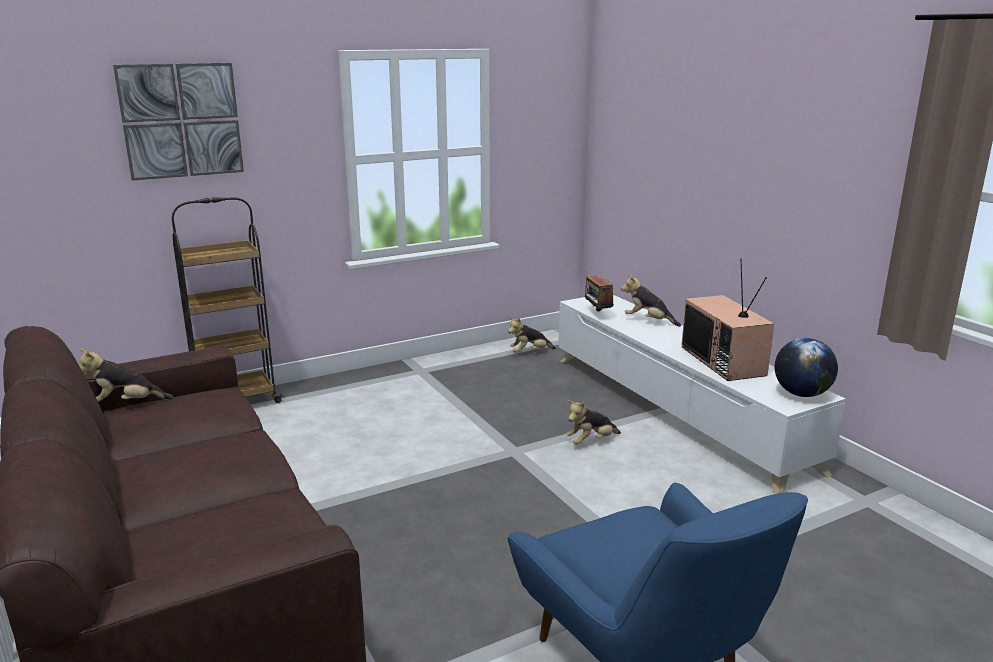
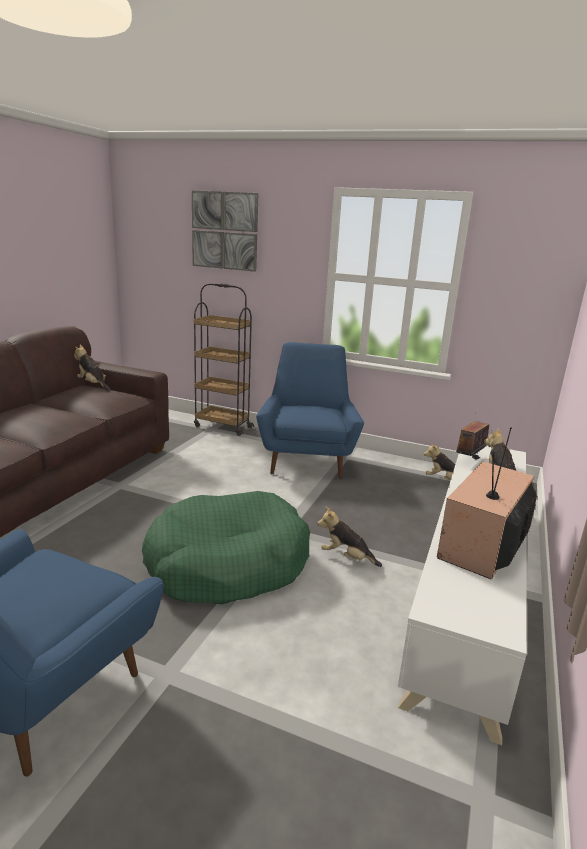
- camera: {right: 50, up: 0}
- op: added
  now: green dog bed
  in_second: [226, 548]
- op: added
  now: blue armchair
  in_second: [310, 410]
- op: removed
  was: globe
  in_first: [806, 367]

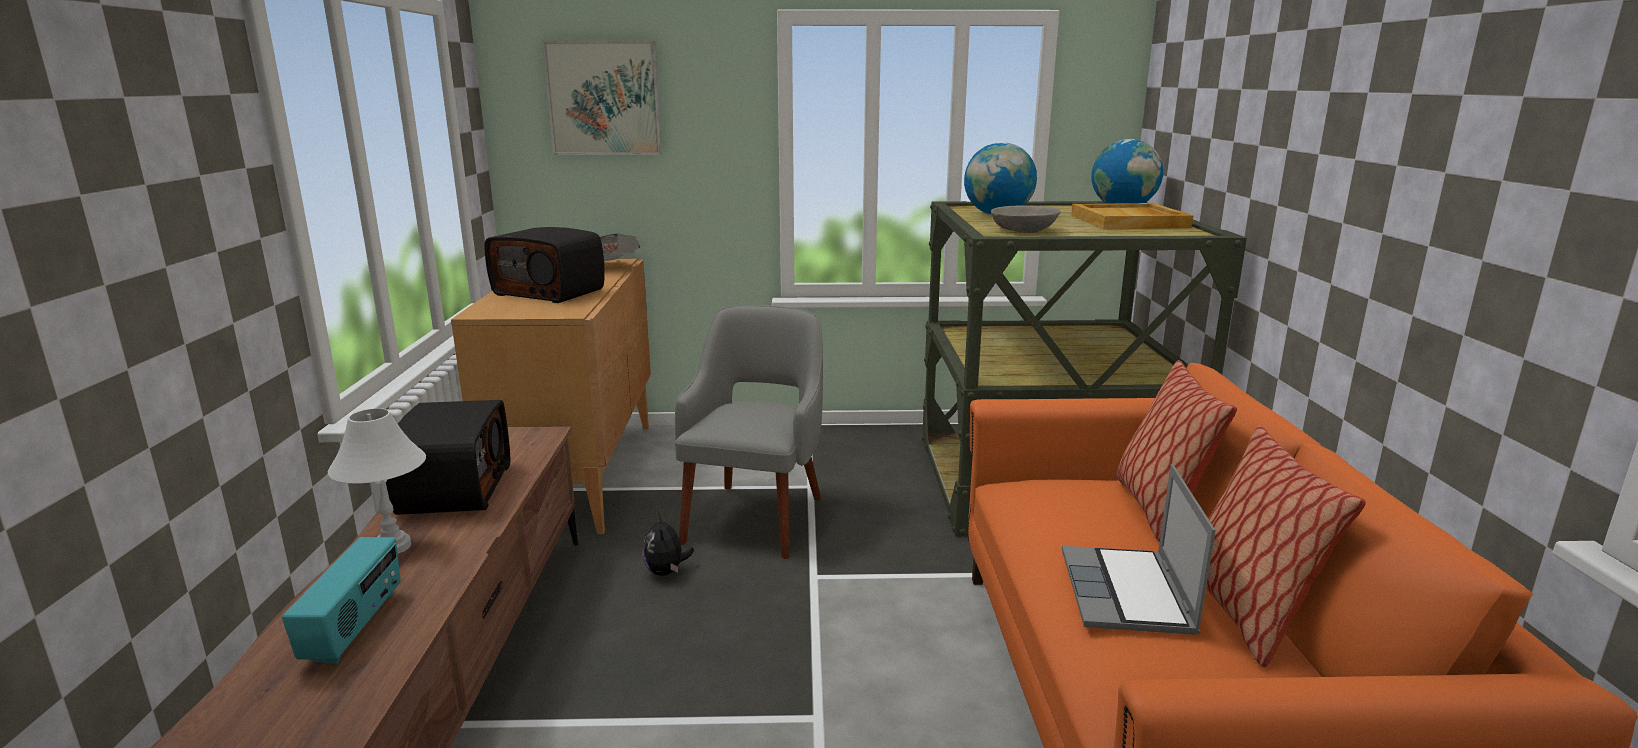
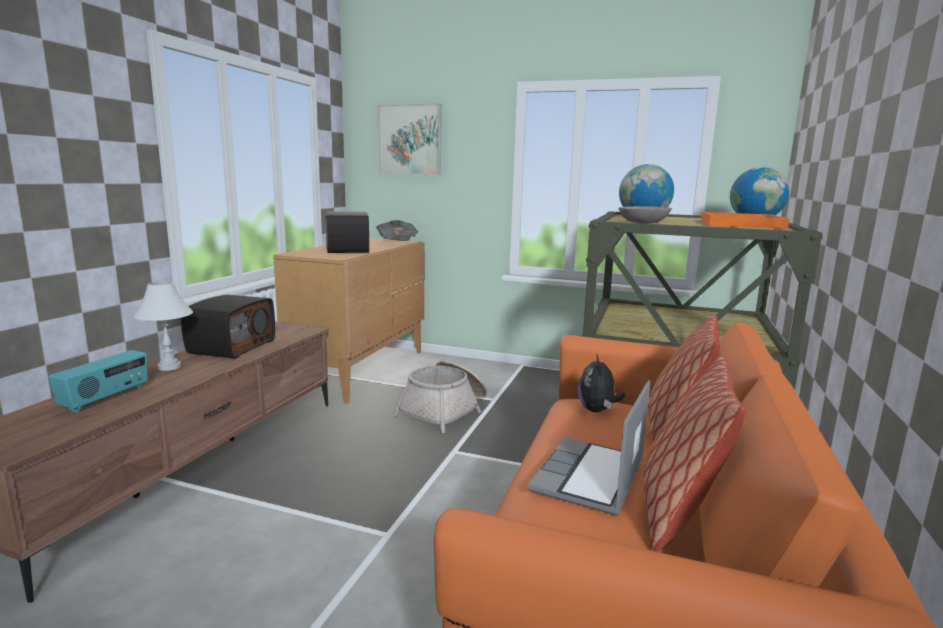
- camera: {right: 20, up: -5}
- op: turned
  was: radio
  in_first: [545, 265]
  in_second: [347, 232]
  clockwise: -150
- op: replaced
  was: grey armchair
  now: basket
  in_first: [749, 432]
  in_second: [440, 397]
- op: moved
  was: plush toy
  in_first: [668, 544]
  in_second: [601, 382]
- op: recoloured
  was: beige tray
  now: orange tray
  in_first: [1132, 216]
  in_second: [745, 220]

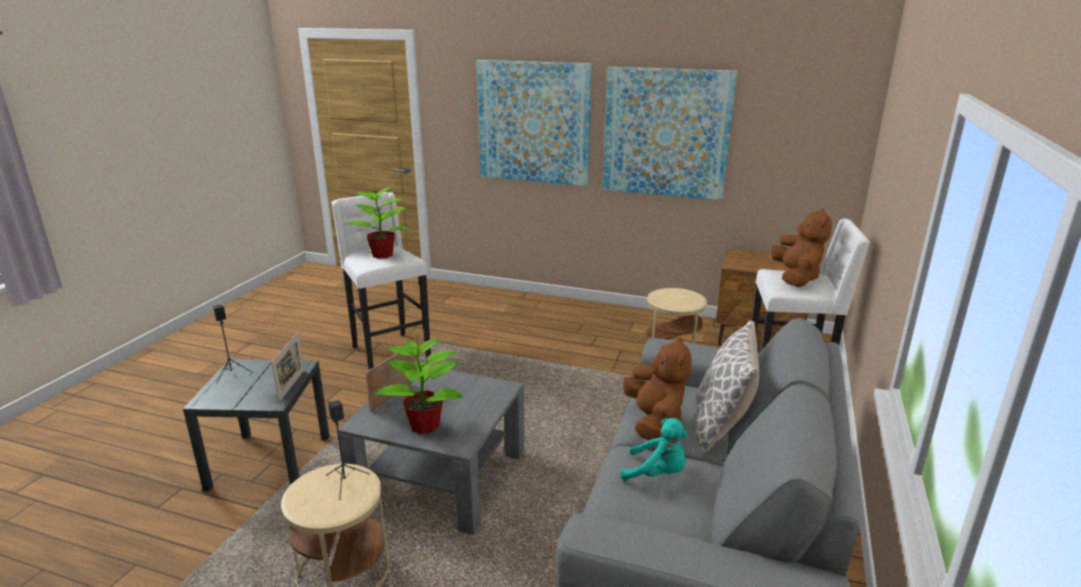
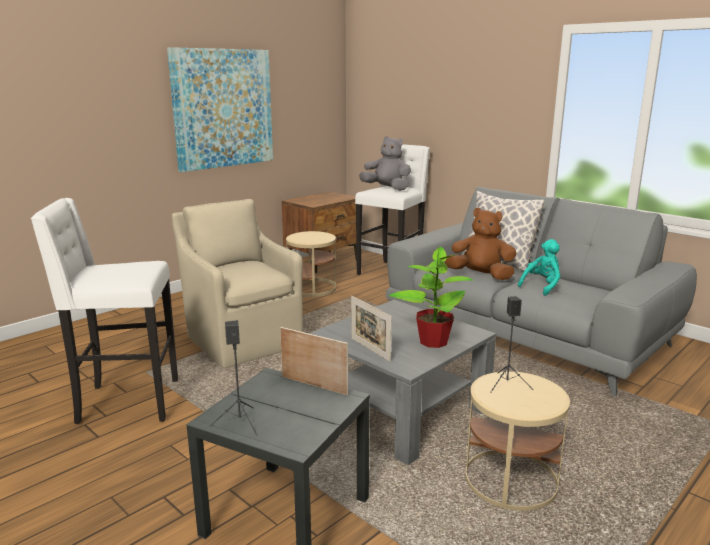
- camera: {right: -65, up: -5}
- op: added
  now: beige armchair
  in_second: [237, 283]
- op: recoloured
  was: brown plush toy
  now: grey plush toy
  in_first: [801, 247]
  in_second: [385, 163]
- op: removed
  was: potted plant
  in_first: [376, 221]
- op: removed
  was: picture
  in_first: [534, 123]

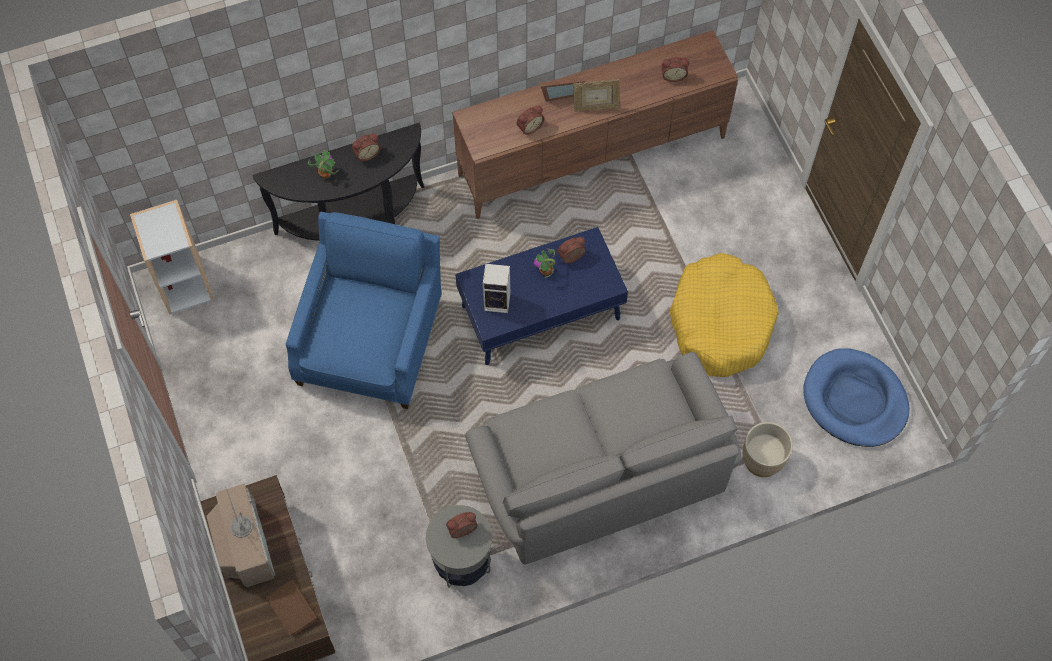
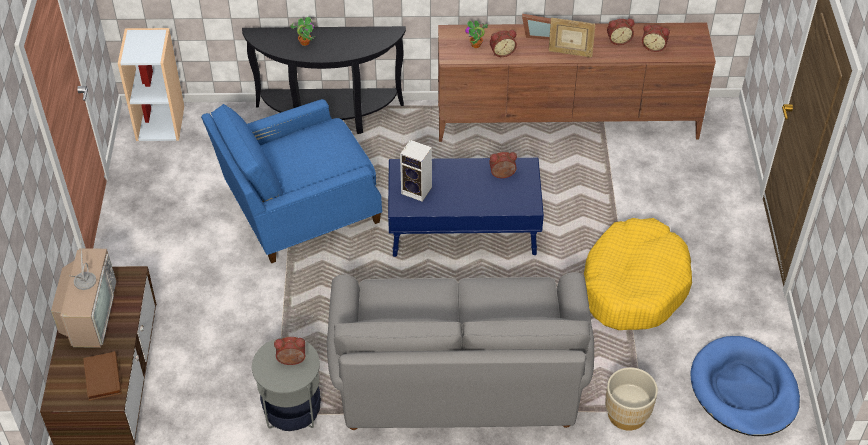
- camera: {right: 20, up: -15}
- op: turned
  was: blue armchair
  in_first: [363, 310]
  in_second: [292, 181]
  clockwise: -150
- op: moved
  was: potted plant
  in_first: [544, 263]
  in_second: [476, 34]
- op: moved
  was: alarm clock
  in_first: [366, 147]
  in_second: [621, 32]

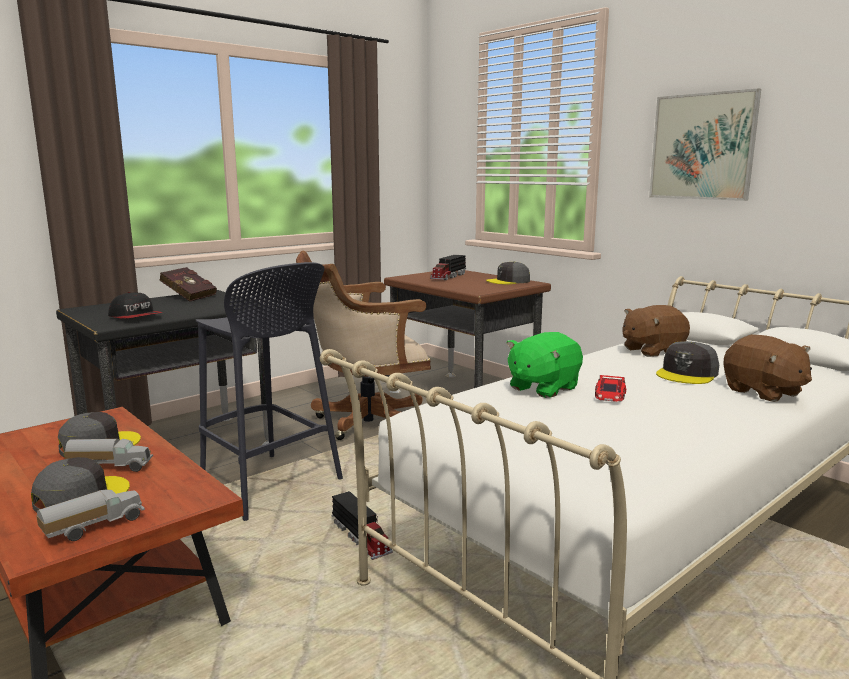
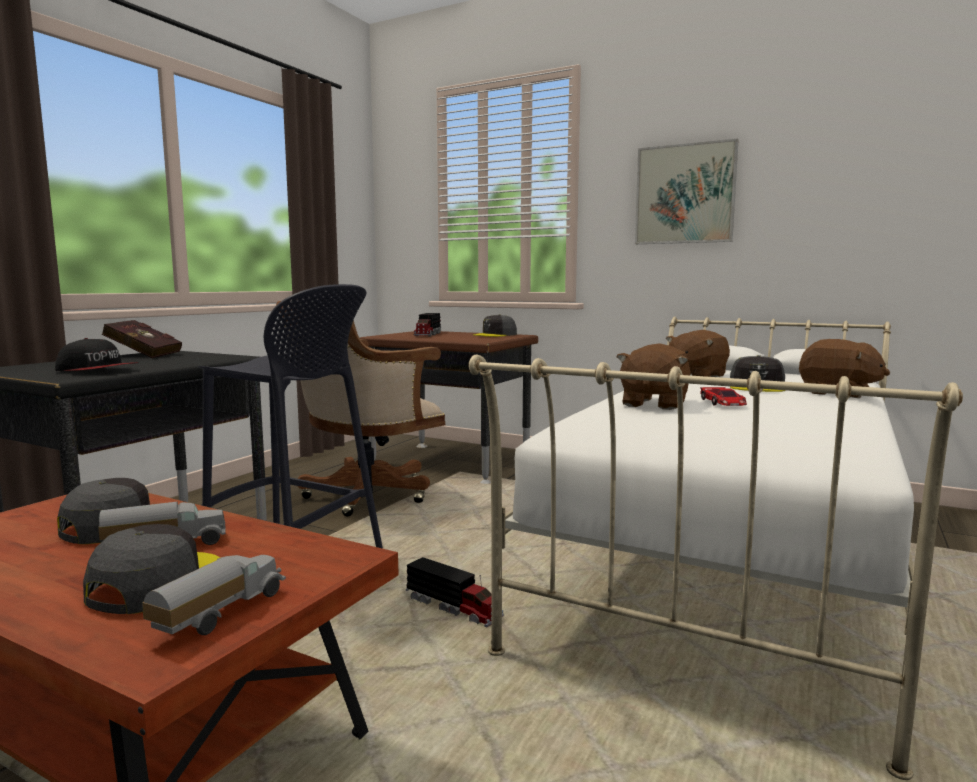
- camera: {right: -20, up: -5}
- op: recoloured
  was: green plush toy
  now: brown plush toy
  in_first: [545, 365]
  in_second: [653, 376]

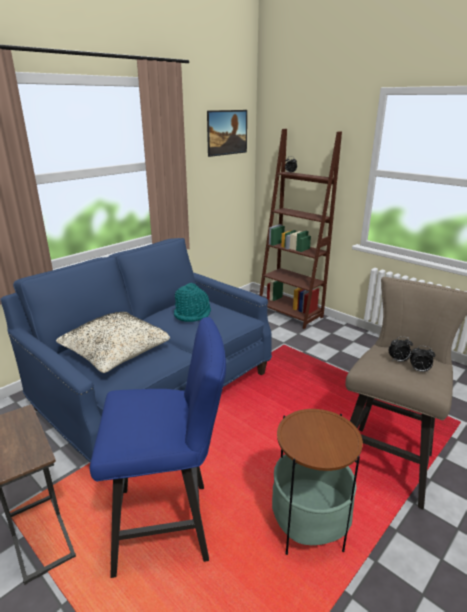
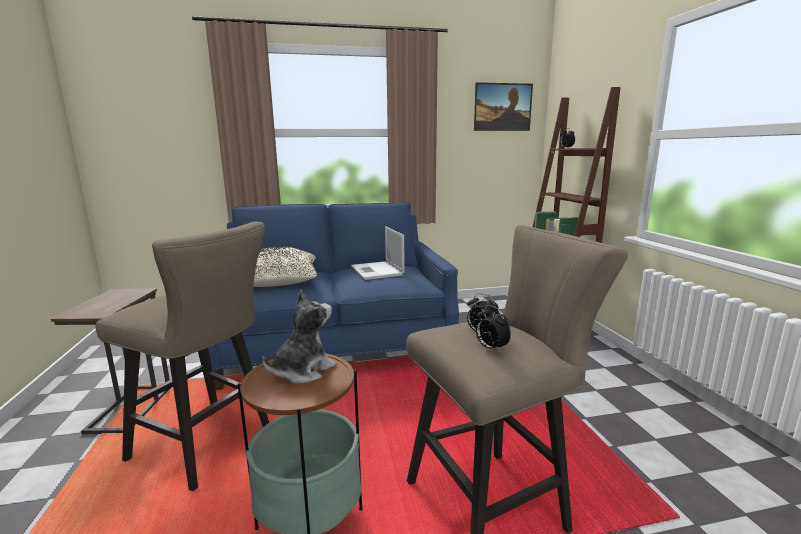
- camera: {right: 35, up: -10}
- op: recoloured
  was: blue stool
  now: beige stool
  in_first: [158, 447]
  in_second: [182, 356]
- op: added
  now: plush toy
  in_second: [299, 336]
- op: replaced
  was: turquoise hat
  now: laptop
  in_first: [192, 302]
  in_second: [378, 253]

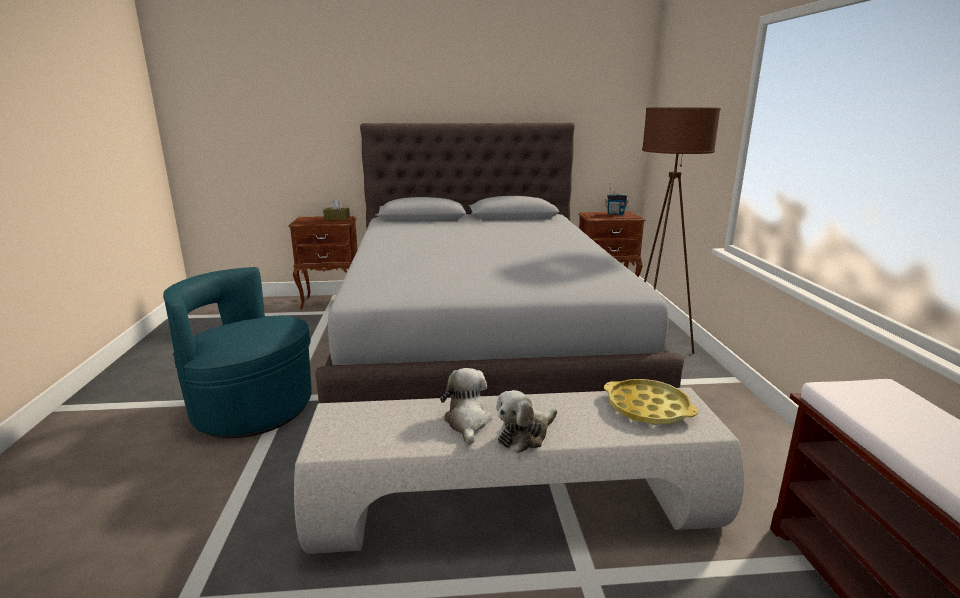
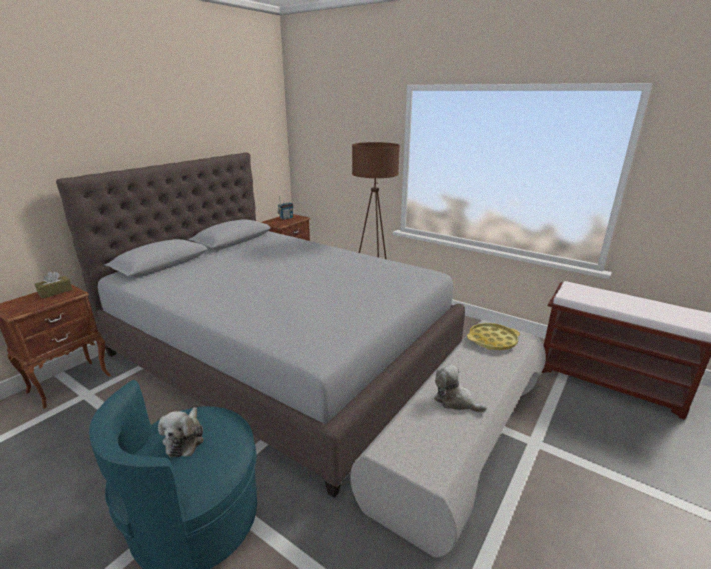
- camera: {right: -50, up: 5}
- op: moved
  was: plush toy
  in_first: [526, 421]
  in_second: [181, 432]

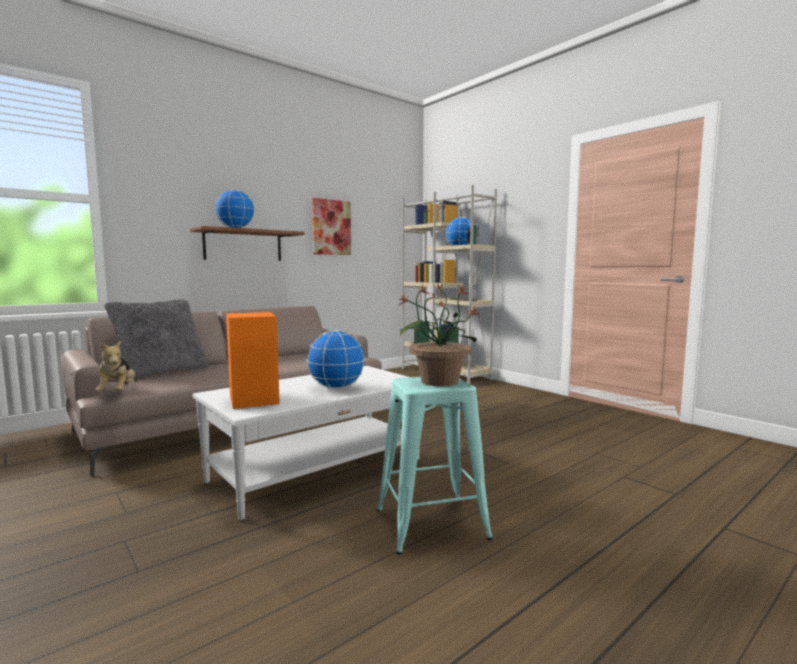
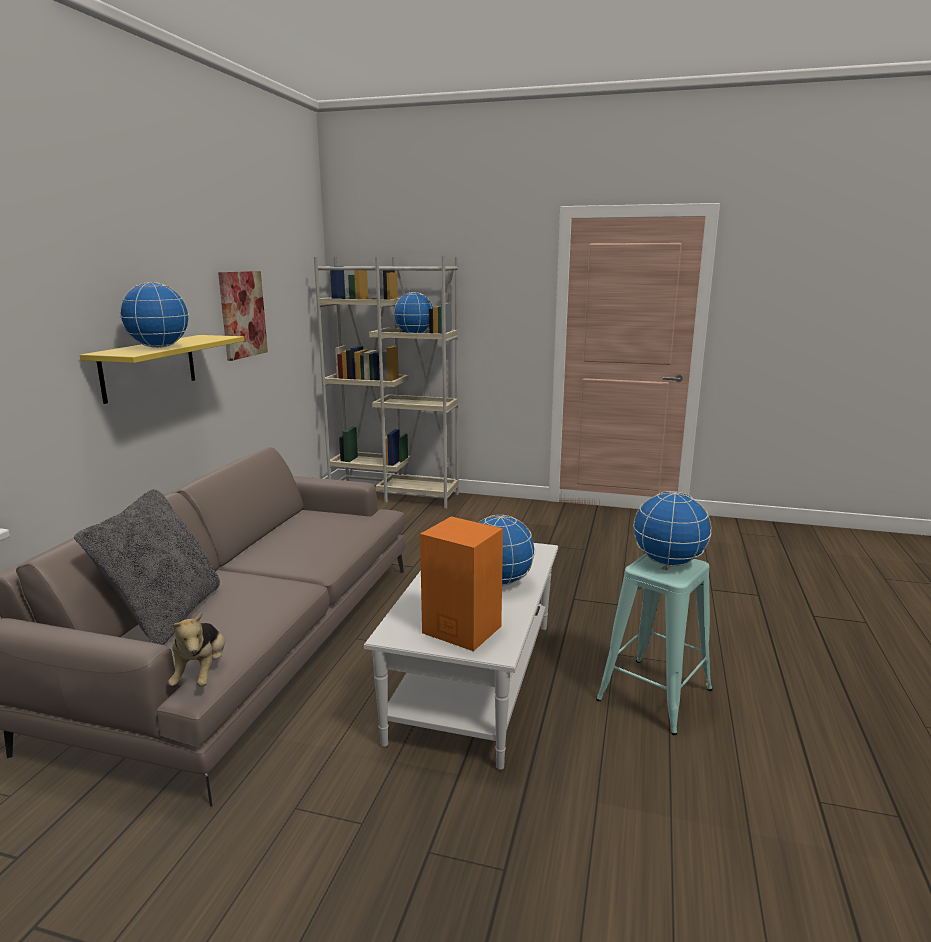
- camera: {right: -35, up: 10}
- op: recoloured
  was: brown shelf
  now: yellow shelf
  in_first: [247, 243]
  in_second: [162, 369]
- op: turned
  was: plush toy
  in_first: [115, 366]
  in_second: [196, 649]
  clockwise: 45
- op: replaced
  was: potted plant
  now: globe
  in_first: [439, 334]
  in_second: [672, 528]

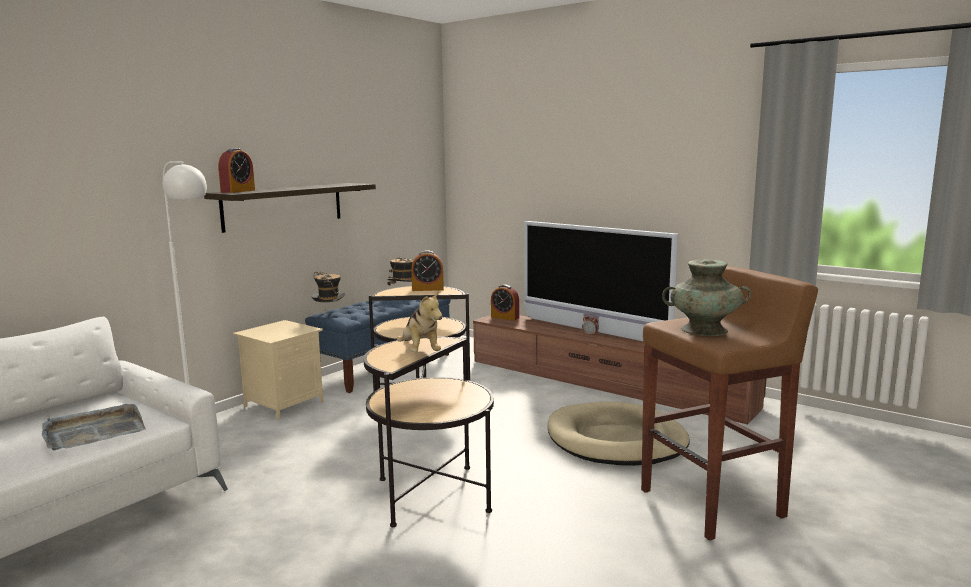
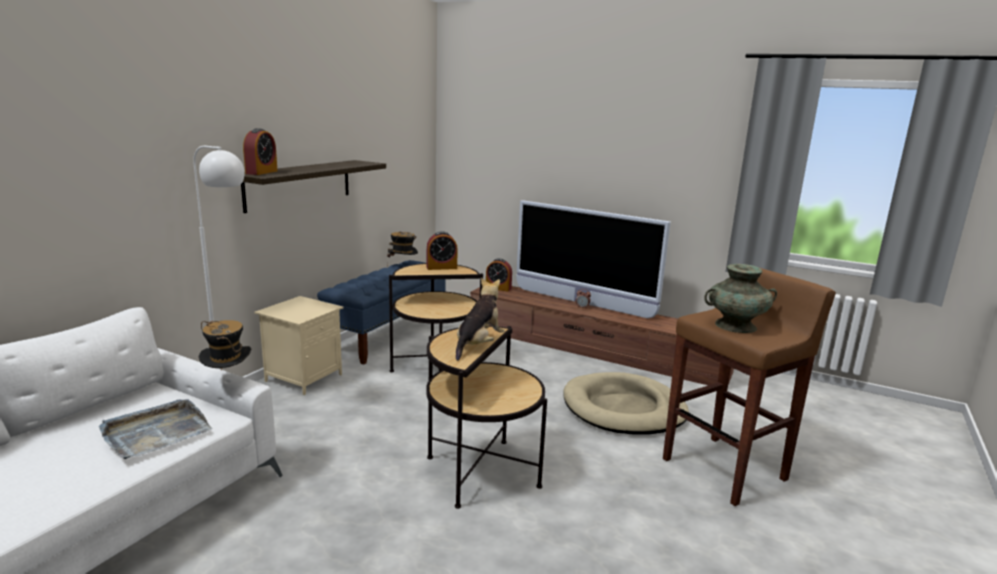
- camera: {right: -10, up: 5}
- op: moved
  was: hat
  in_first: [329, 292]
  in_second: [224, 345]
- op: turned
  was: plush toy
  in_first: [419, 321]
  in_second: [480, 319]
  clockwise: -120

